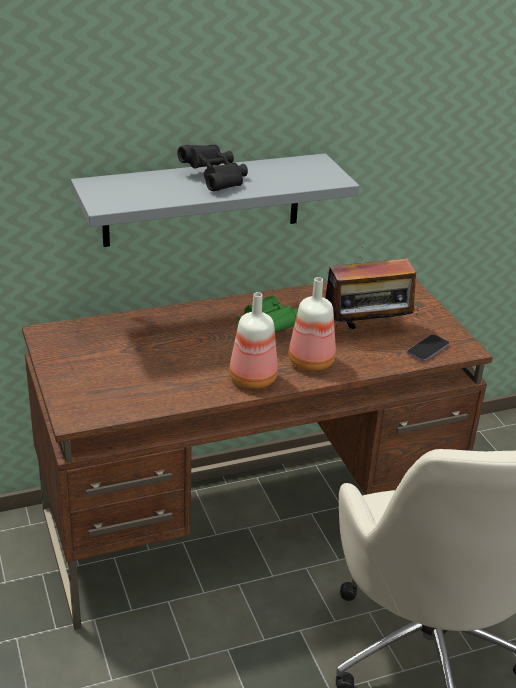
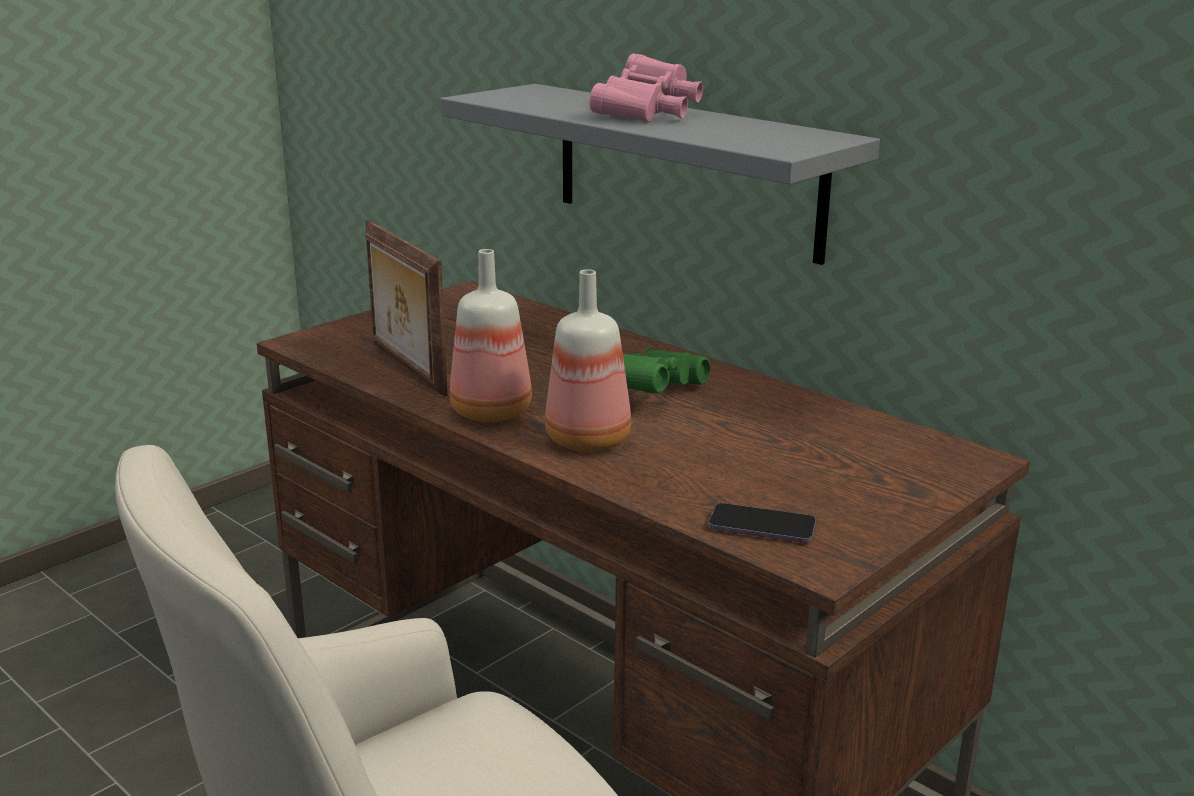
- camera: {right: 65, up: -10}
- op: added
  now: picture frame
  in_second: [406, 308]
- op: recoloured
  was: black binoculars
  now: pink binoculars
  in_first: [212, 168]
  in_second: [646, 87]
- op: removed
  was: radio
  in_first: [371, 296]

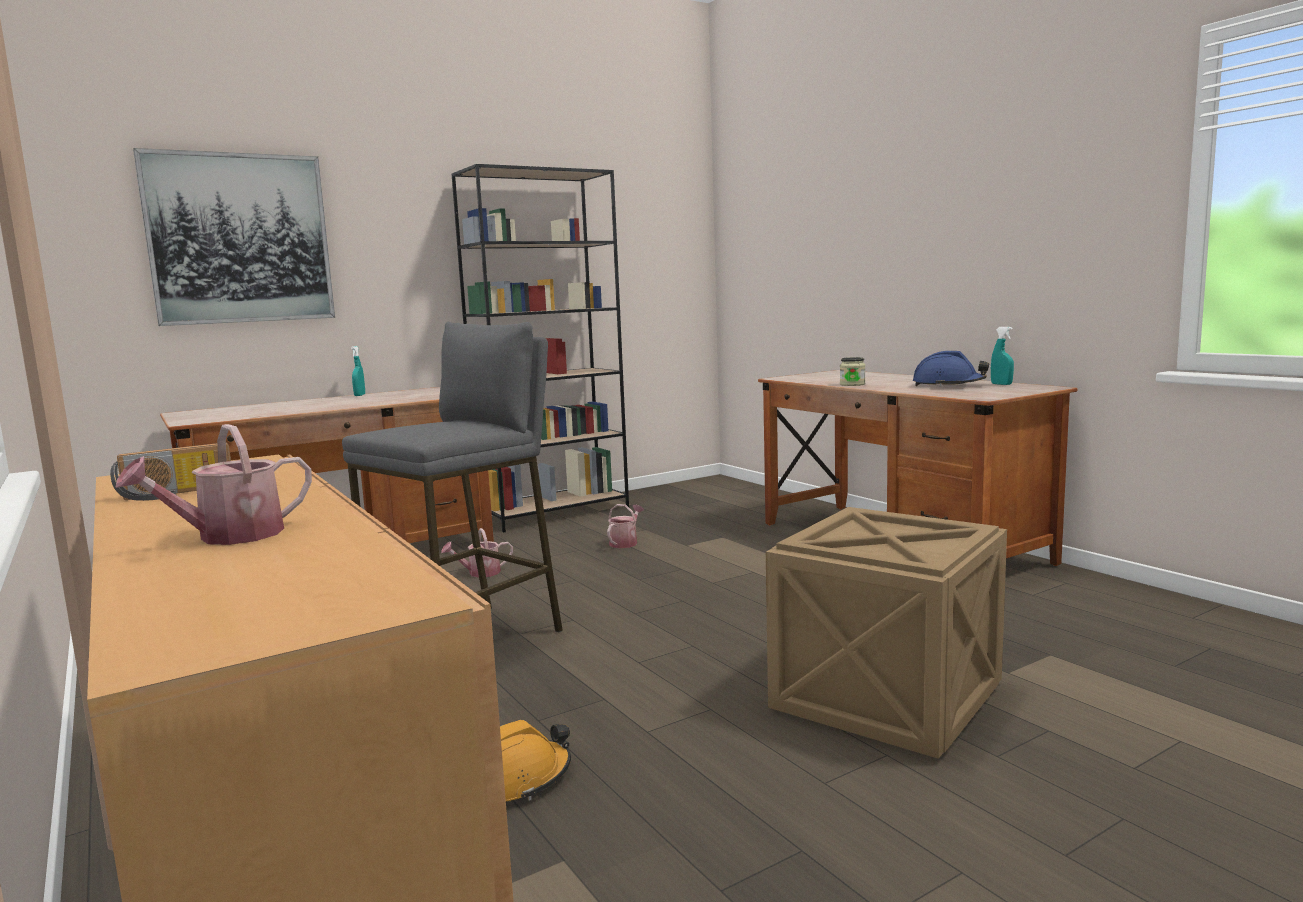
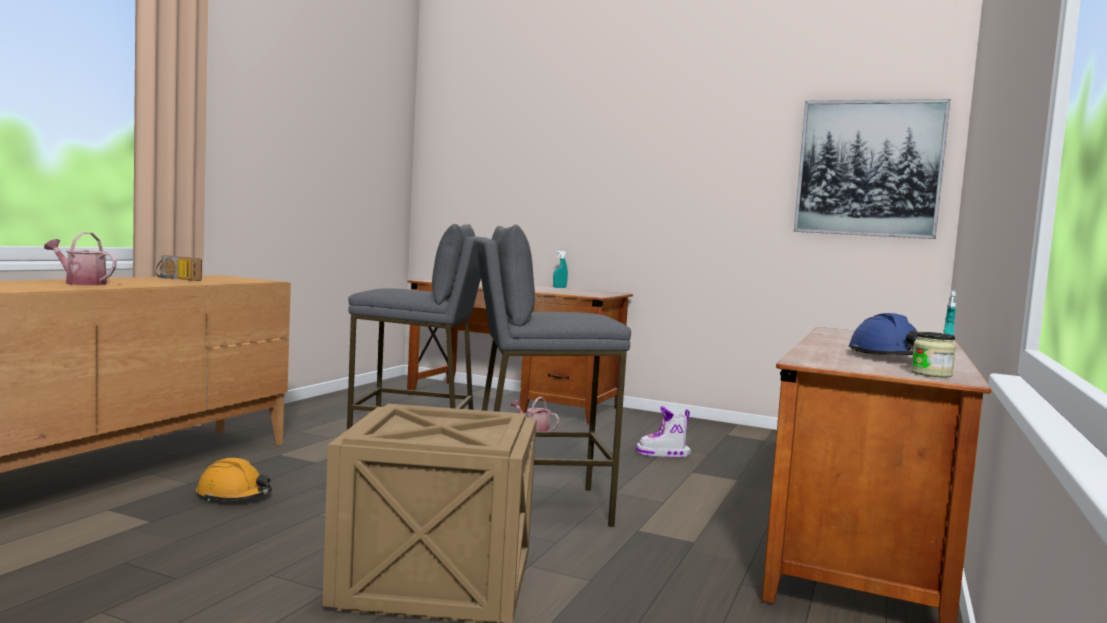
- camera: {right: 55, up: -5}
- op: added
  now: grey stool
  in_second: [554, 375]
- op: replaced
  was: watering can
  now: boot
  in_first: [625, 526]
  in_second: [663, 432]
- op: moved
  was: picture
  in_first: [234, 237]
  in_second: [872, 169]
- op: moved
  was: jar
  in_first: [852, 371]
  in_second: [933, 354]
- op: removed
  was: beige bookcase
  in_first: [540, 348]

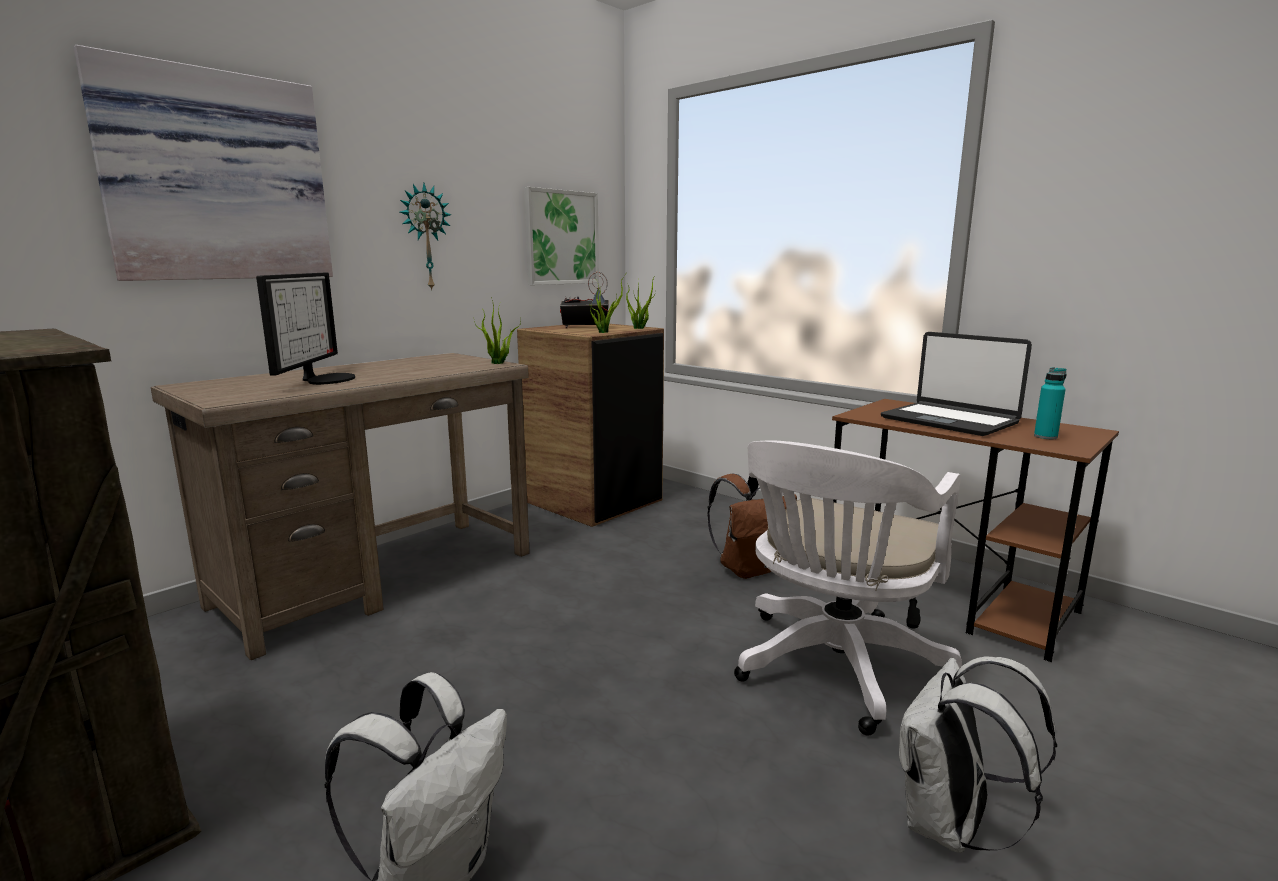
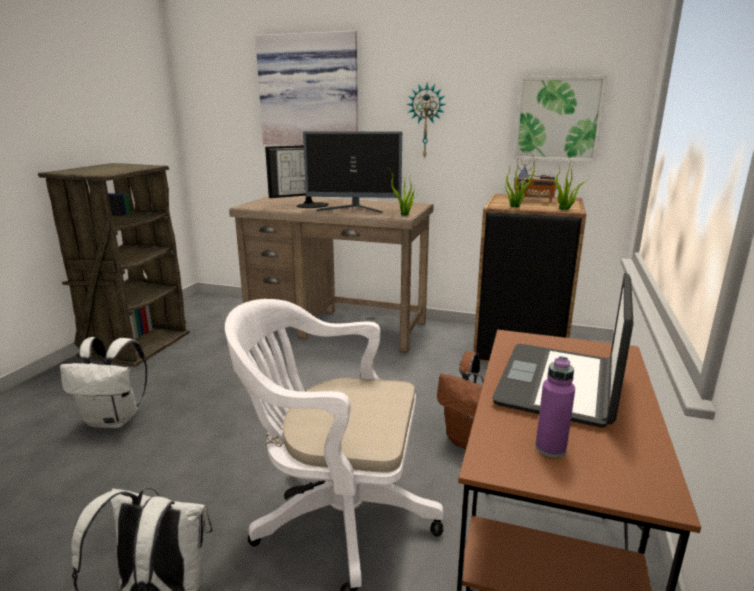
- camera: {right: 65, up: 5}
- op: added
  now: monitor
  in_second: [352, 172]
- op: turned
  was: radio
  in_first: [584, 300]
  in_second: [535, 176]
  clockwise: 135
- op: recoloured
  was: turquoise bottle
  now: purple bottle
  in_first: [1050, 403]
  in_second: [555, 407]

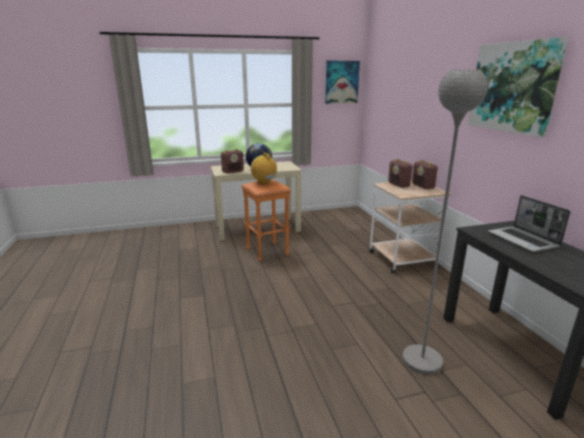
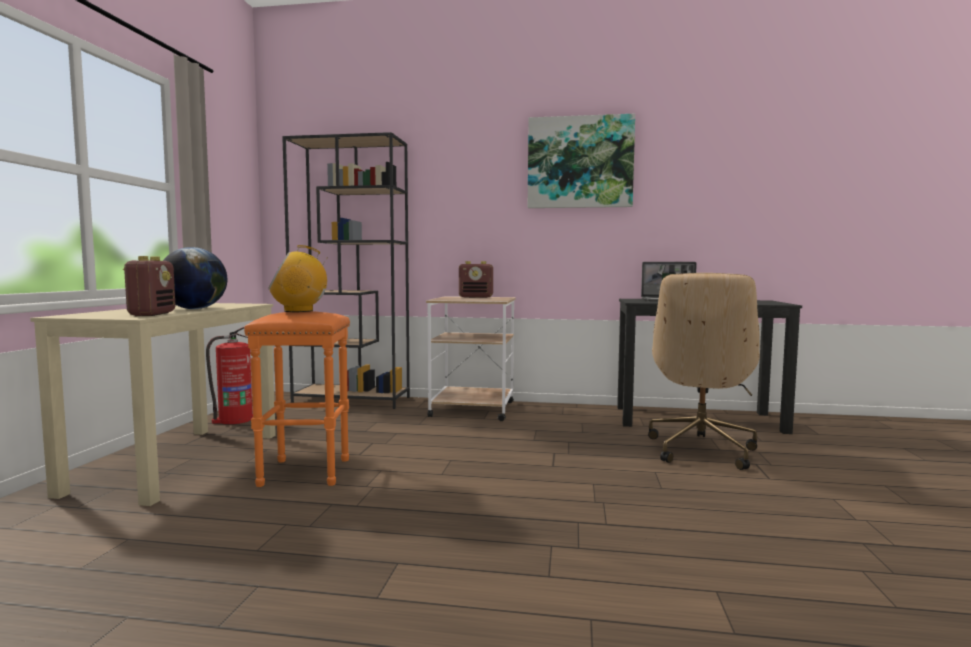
- camera: {right: -65, up: -15}
- op: added
  now: fire extinguisher
  in_second: [229, 375]
- op: added
  now: bookcase
  in_second: [346, 270]
- op: replaced
  was: grey floor lamp
  now: brown office chair
  in_first: [445, 222]
  in_second: [704, 371]
- op: removed
  was: picture
  in_first: [342, 82]
- op: removed
  was: radio
  in_first: [400, 173]

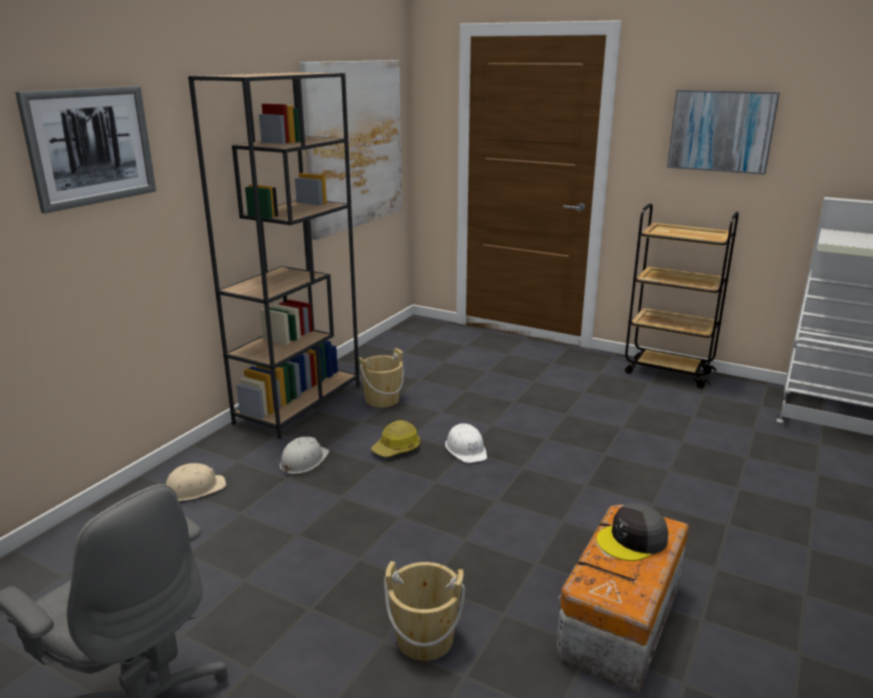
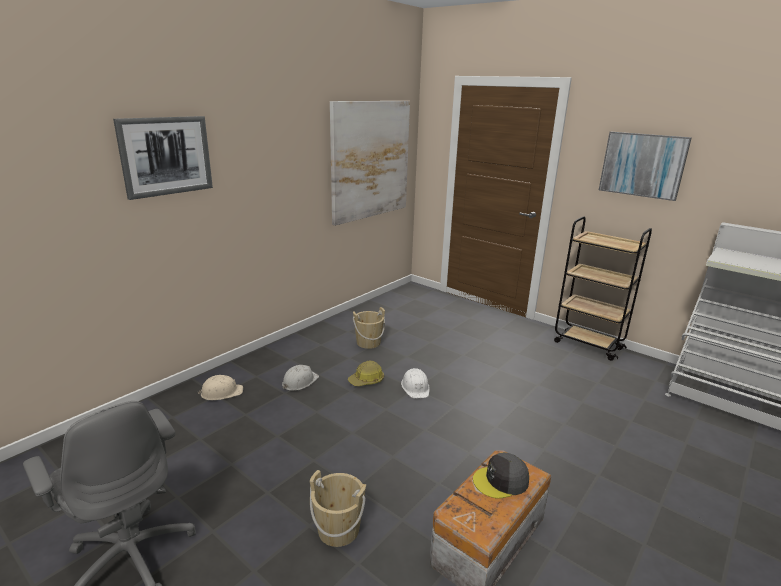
- camera: {right: 10, up: 0}
- op: removed
  was: bookcase
  in_first: [274, 255]

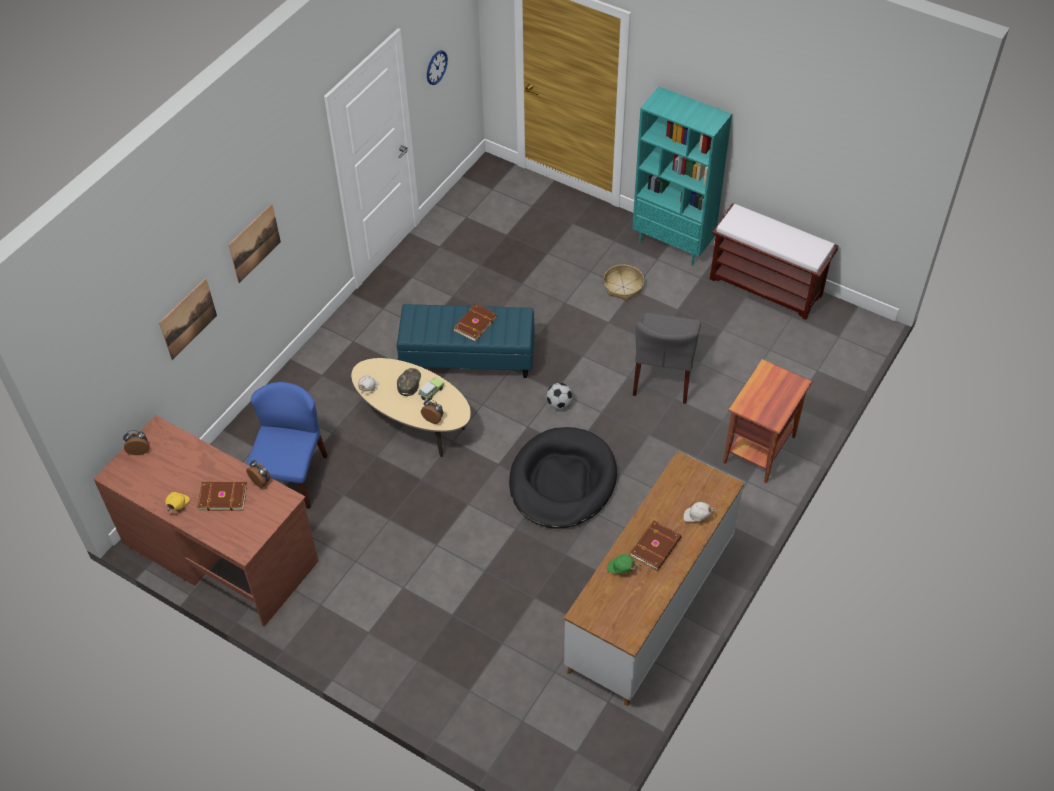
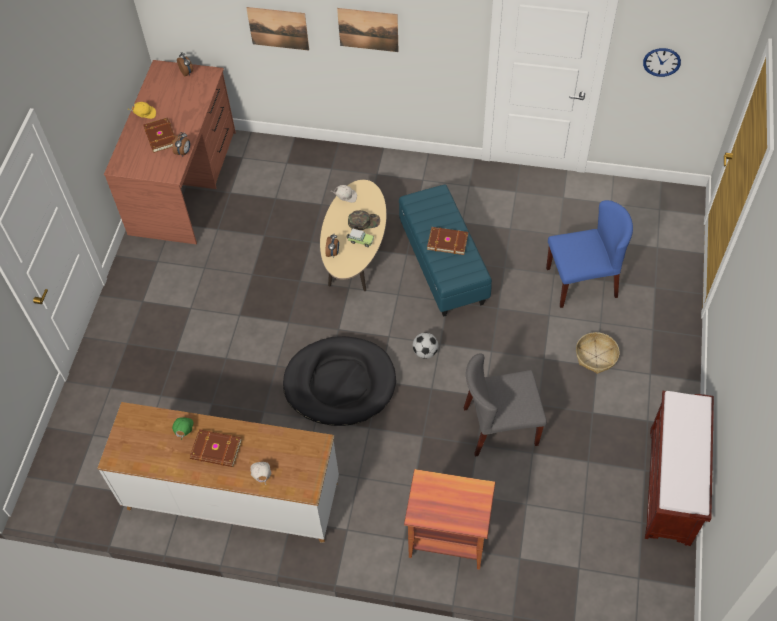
- camera: {right: 70, up: 5}
- op: moved
  was: blue chair
  in_first: [287, 445]
  in_second: [589, 254]
- op: removed
  was: turquoise bookcase
  in_first: [682, 176]

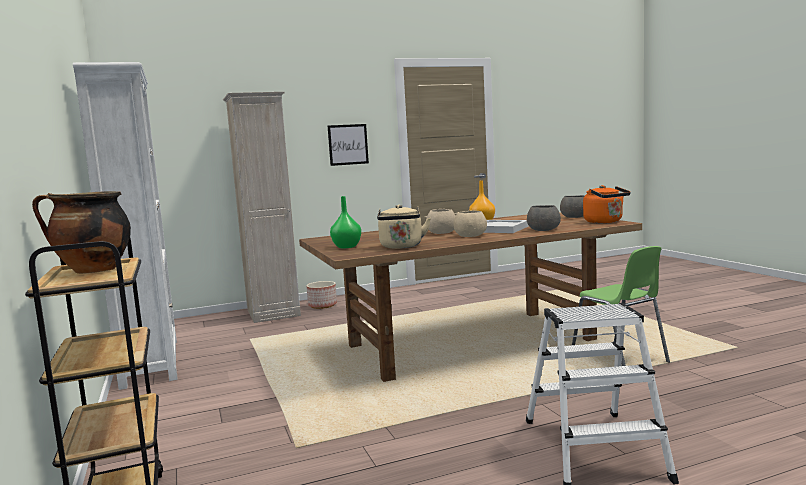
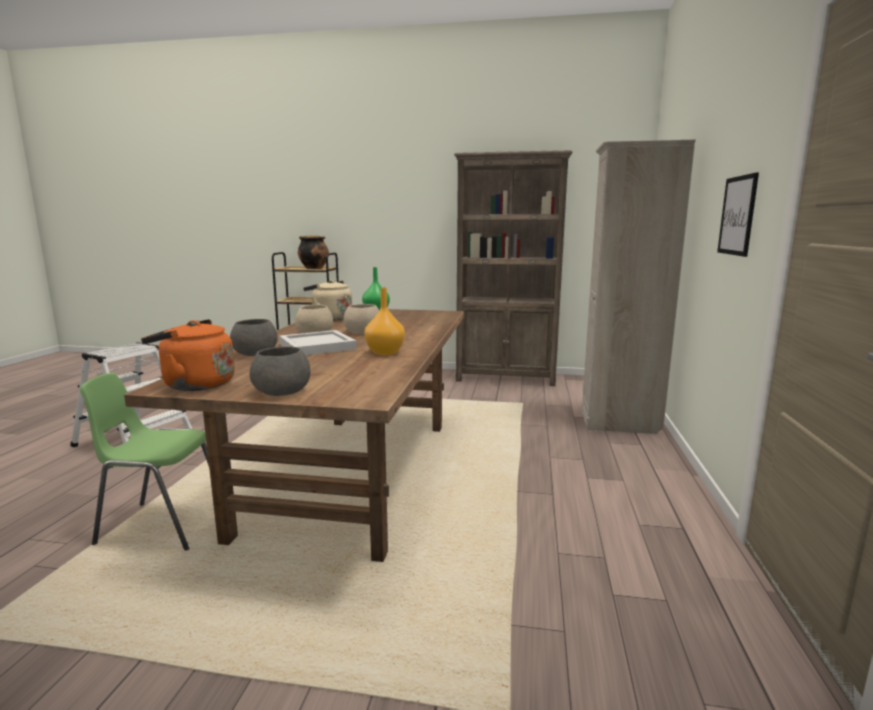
- camera: {right: 120, up: 5}
- op: recoloured
  was: white bookcase
  now: brown bookcase
  in_first: [125, 226]
  in_second: [513, 268]
- op: removed
  was: planter
  in_first: [322, 295]

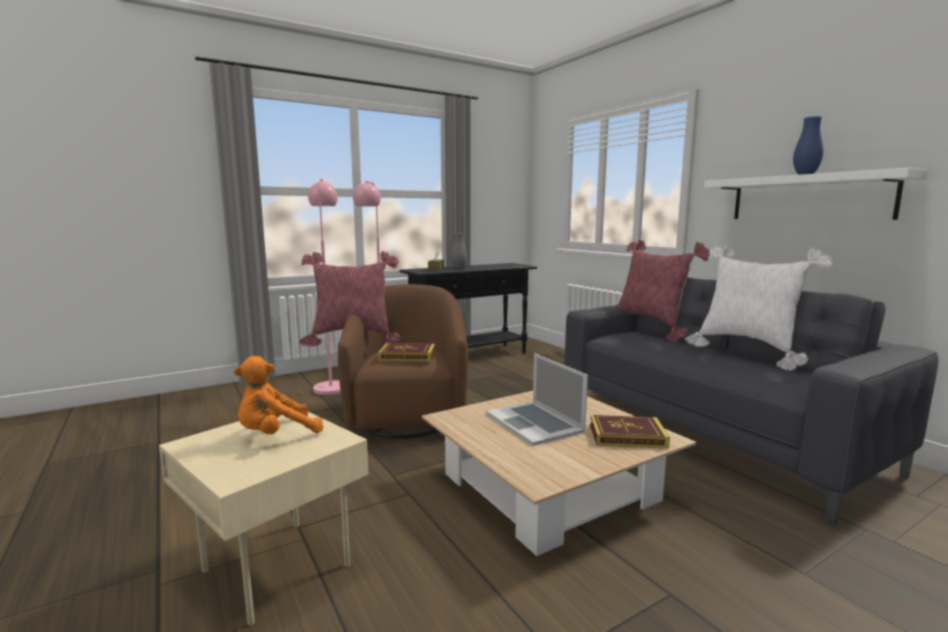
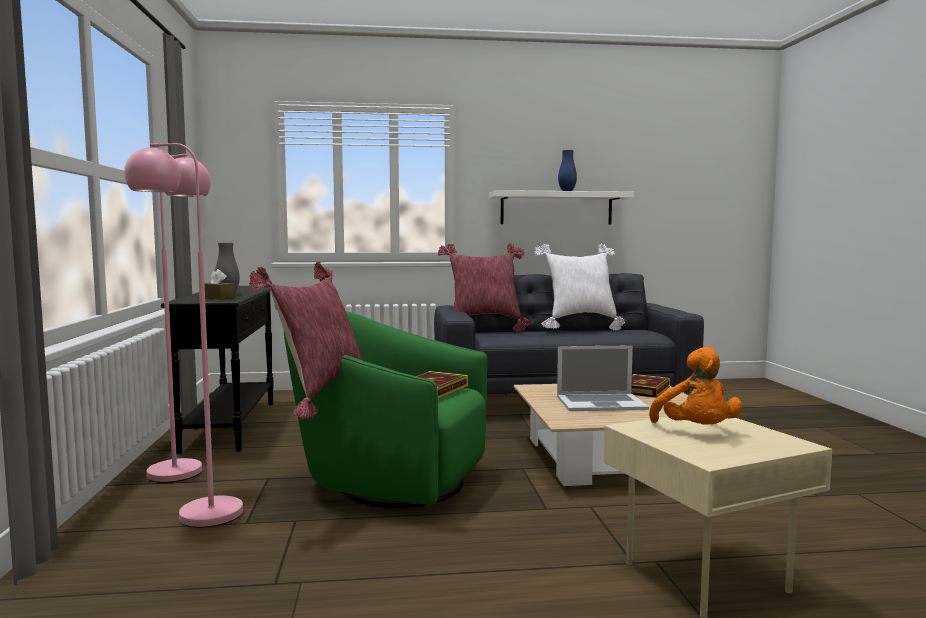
- camera: {right: -65, up: -5}
- op: recoloured
  was: brown armchair
  now: green armchair
  in_first: [403, 361]
  in_second: [386, 409]

